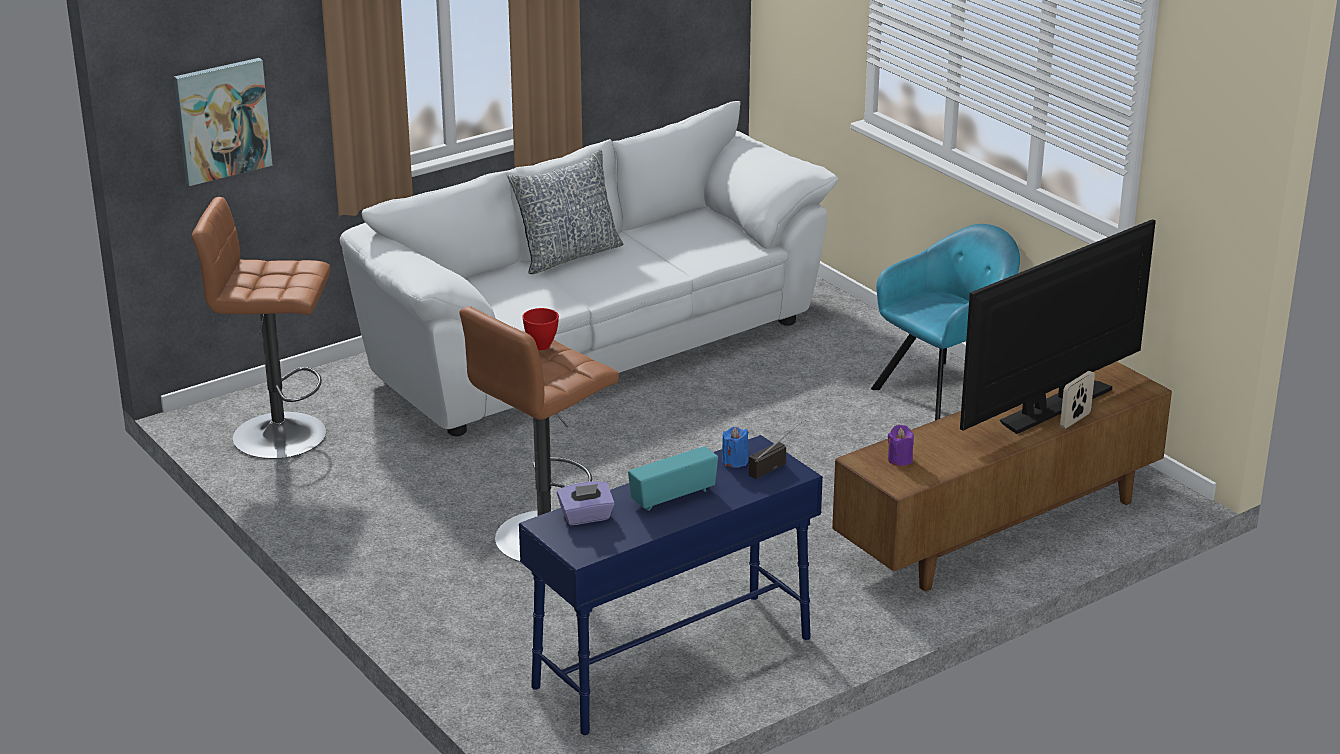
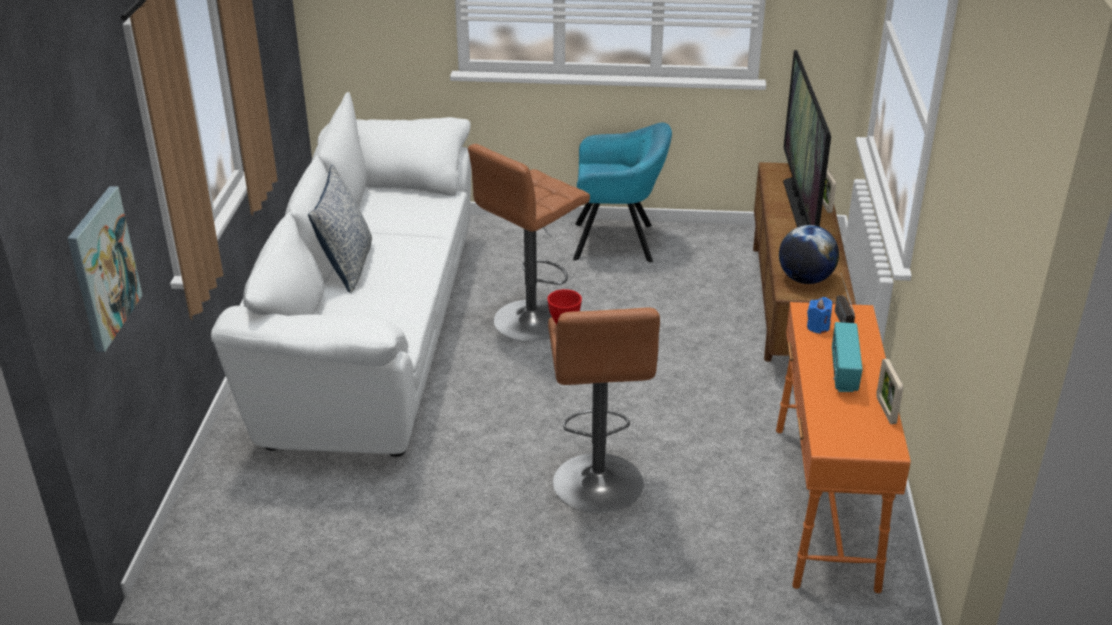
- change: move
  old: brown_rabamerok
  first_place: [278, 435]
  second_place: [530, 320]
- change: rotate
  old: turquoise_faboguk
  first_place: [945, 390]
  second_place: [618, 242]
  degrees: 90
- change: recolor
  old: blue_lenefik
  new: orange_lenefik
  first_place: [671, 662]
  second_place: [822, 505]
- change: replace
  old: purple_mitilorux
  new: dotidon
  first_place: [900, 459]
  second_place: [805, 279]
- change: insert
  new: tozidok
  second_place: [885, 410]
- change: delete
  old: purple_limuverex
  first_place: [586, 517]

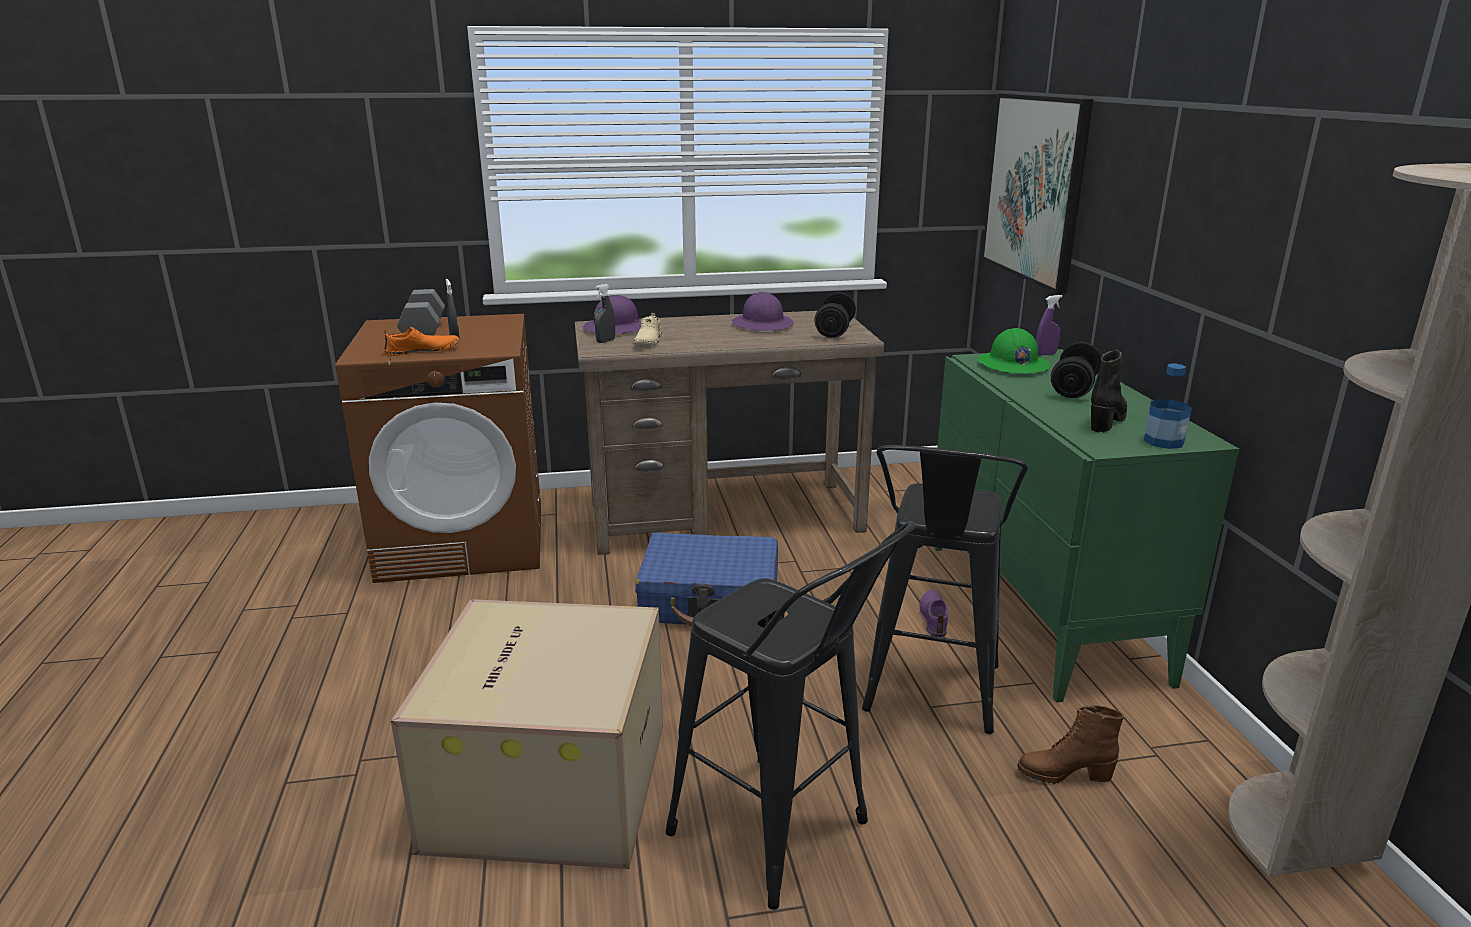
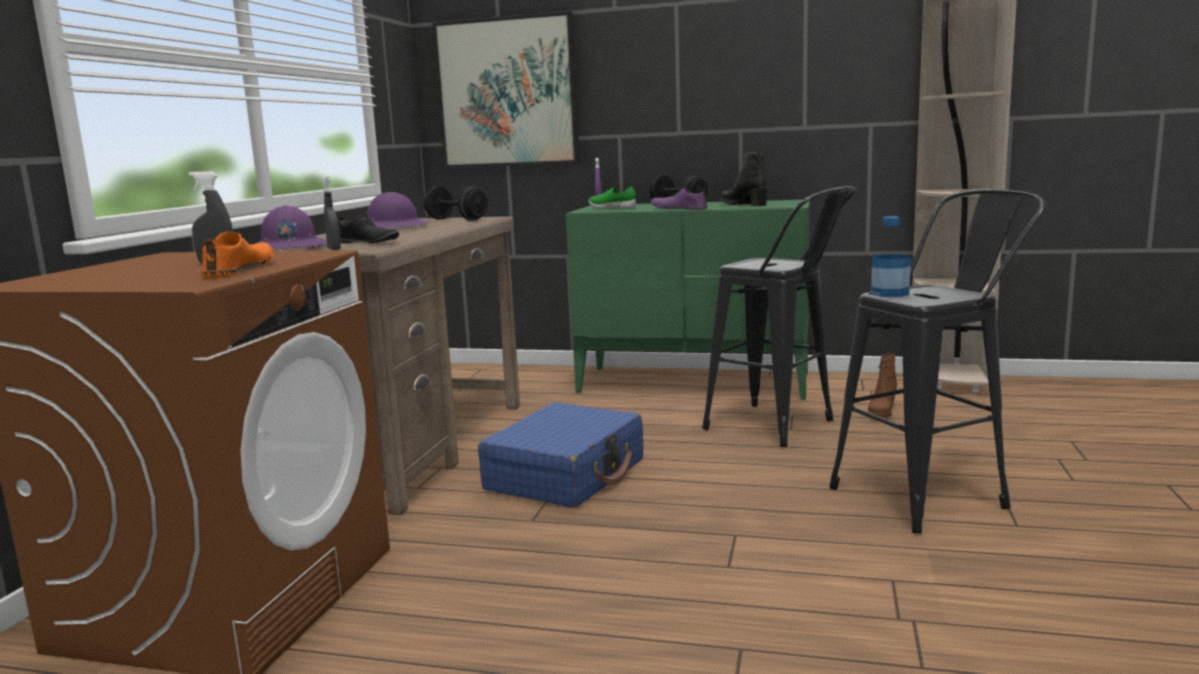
- change: recolor
  old: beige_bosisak
  new: black_bosisak
  first_place: [647, 341]
  second_place: [369, 243]
- change: replace
  old: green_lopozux
  new: green_bosisak
  first_place: [1012, 365]
  second_place: [612, 208]
- change: move
  old: purple_bosisak
  first_place: [934, 617]
  second_place: [678, 209]
- change: move
  old: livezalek
  first_place: [1163, 441]
  second_place: [889, 293]
- change: delete
  old: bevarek
  first_place: [547, 782]
- change: delete
  old: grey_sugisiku
  first_place: [423, 332]

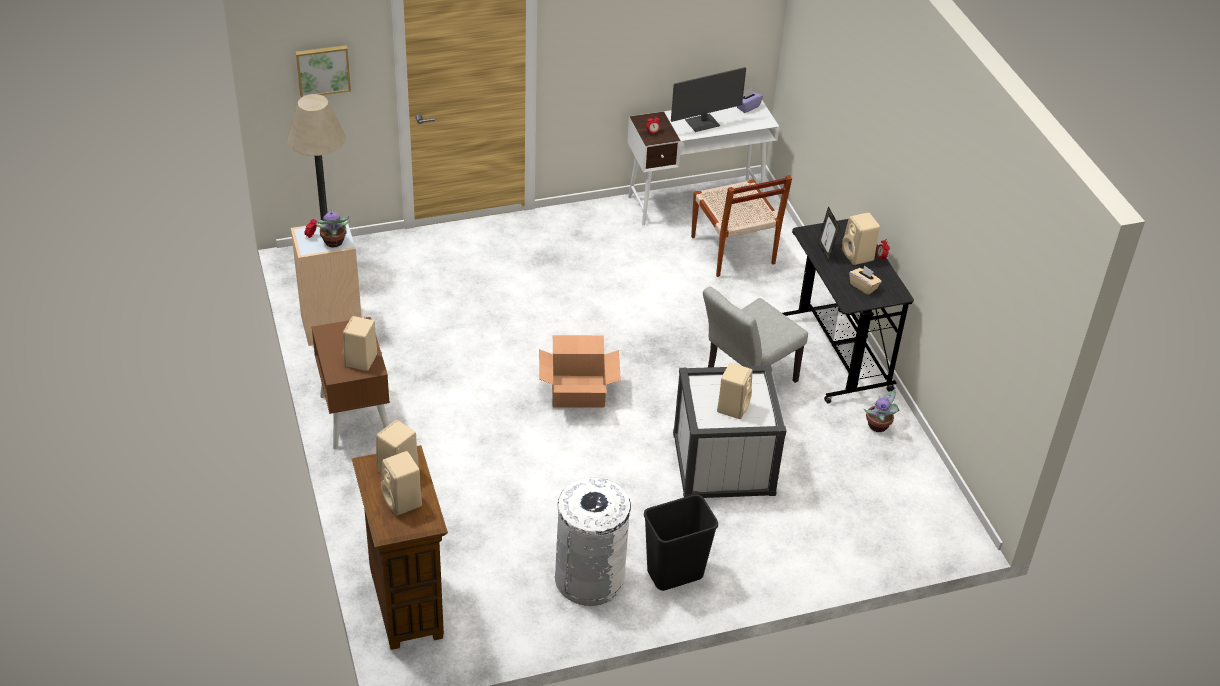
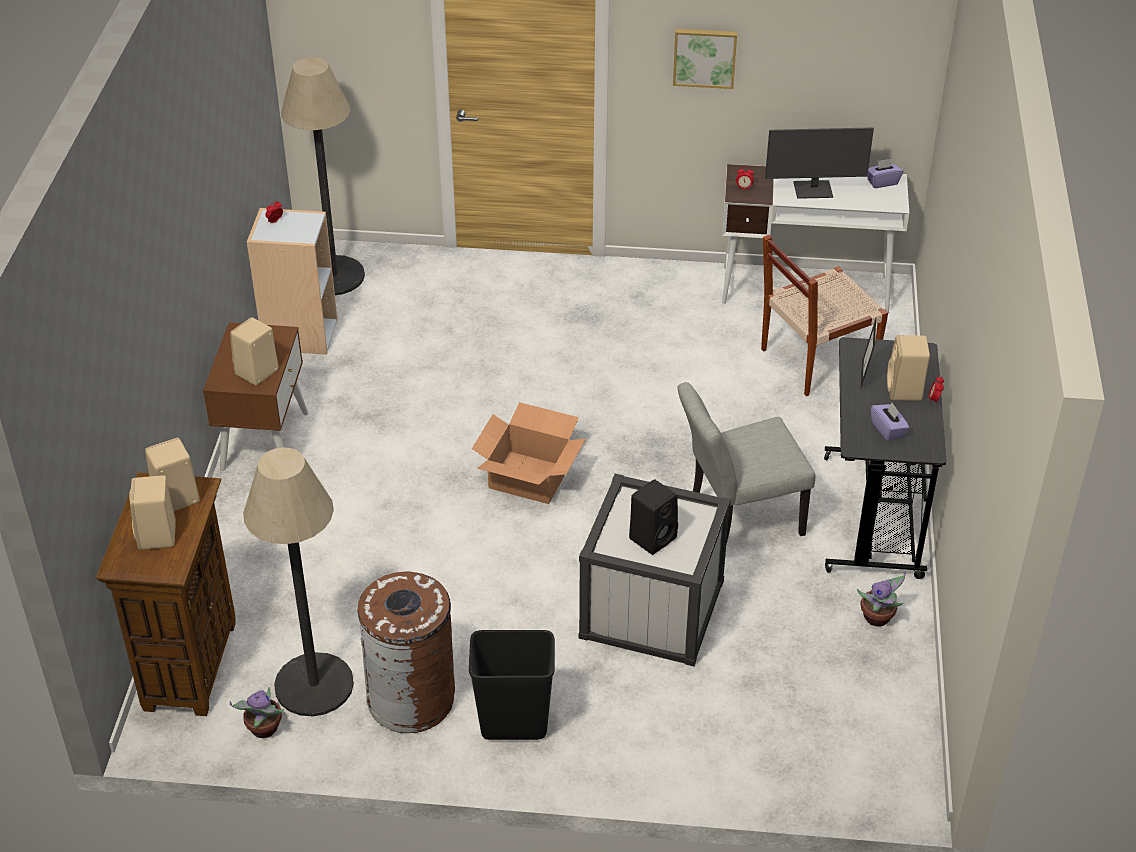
- change: move
  old: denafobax
  first_place: [334, 242]
  second_place: [263, 729]
- change: insert
  new: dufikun
  second_place: [314, 685]
- change: recolor
  old: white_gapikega
  new: brown_gapikega
  first_place: [590, 578]
  second_place: [411, 699]
- change: recolor
  old: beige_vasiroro
  new: black_vasiroro
  first_place: [733, 406]
  second_place: [653, 537]
- change: move
  old: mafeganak
  first_place: [323, 70]
  second_place: [704, 57]
- change: rotate
  old: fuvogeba
  first_place: [733, 252]
  second_place: [815, 360]
  degrees: 60
- change: recolor
  old: beige_limuverex
  new: purple_limuverex
  first_place: [863, 286]
  second_place: [888, 430]

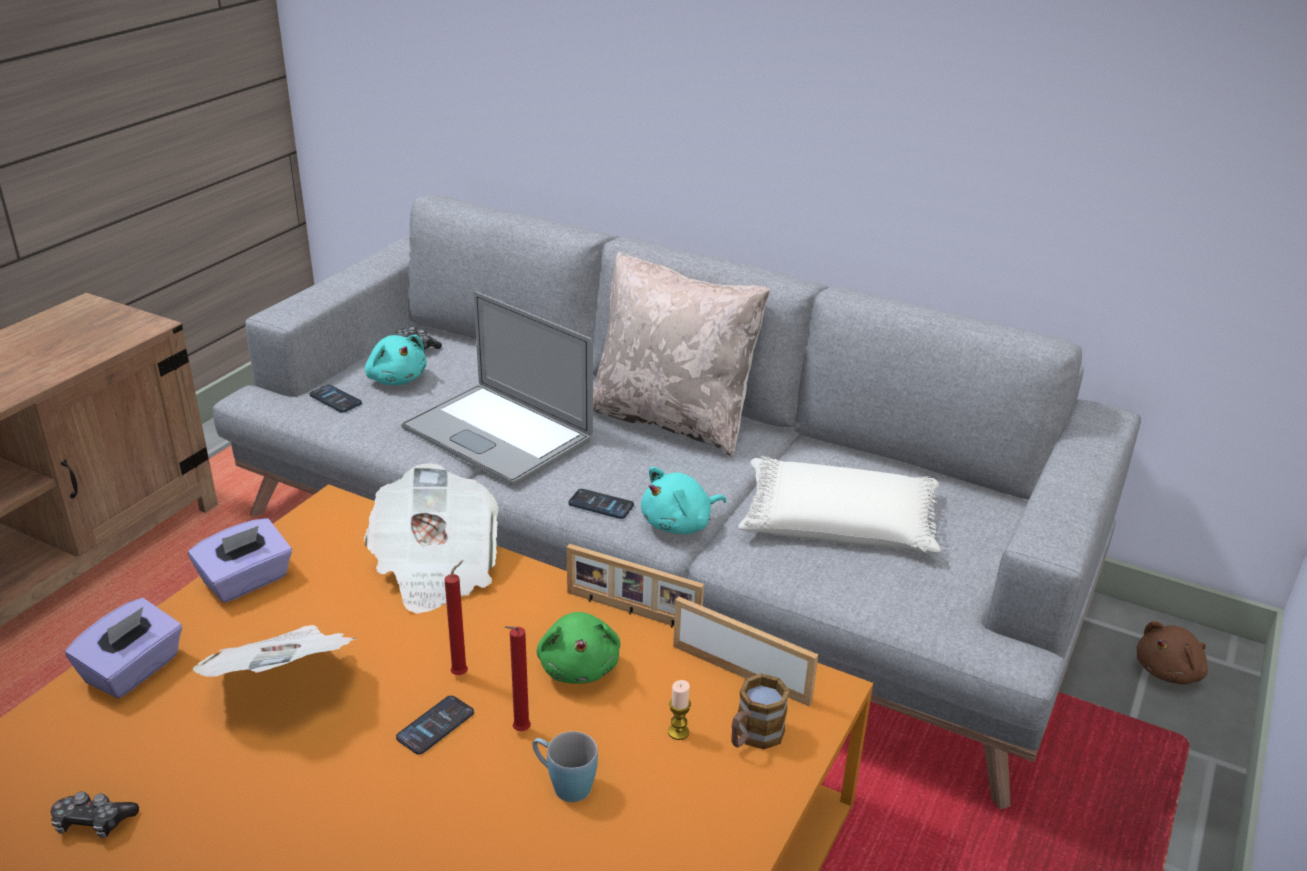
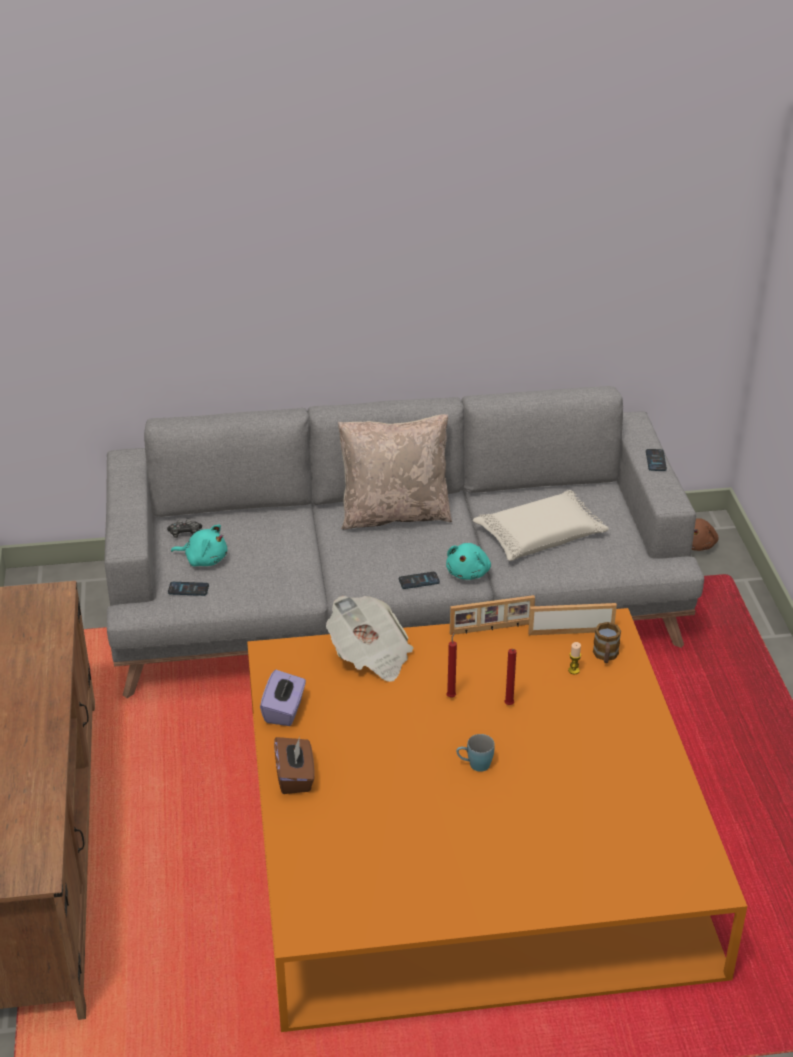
- change: recolor
  old: purple_limuverex
  new: brown_limuverex
  first_place: [134, 670]
  second_place: [295, 777]
- change: move
  old: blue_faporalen
  first_place: [564, 784]
  second_place: [474, 765]
- change: move
  old: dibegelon
  first_place: [435, 726]
  second_place: [656, 460]
- change: delete
  old: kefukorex
  first_place: [93, 822]
- change: delete
  old: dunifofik
  first_place: [283, 680]
- change: delete
  old: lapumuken
  first_place: [497, 434]
- change: delete
  old: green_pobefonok
  first_place: [579, 666]

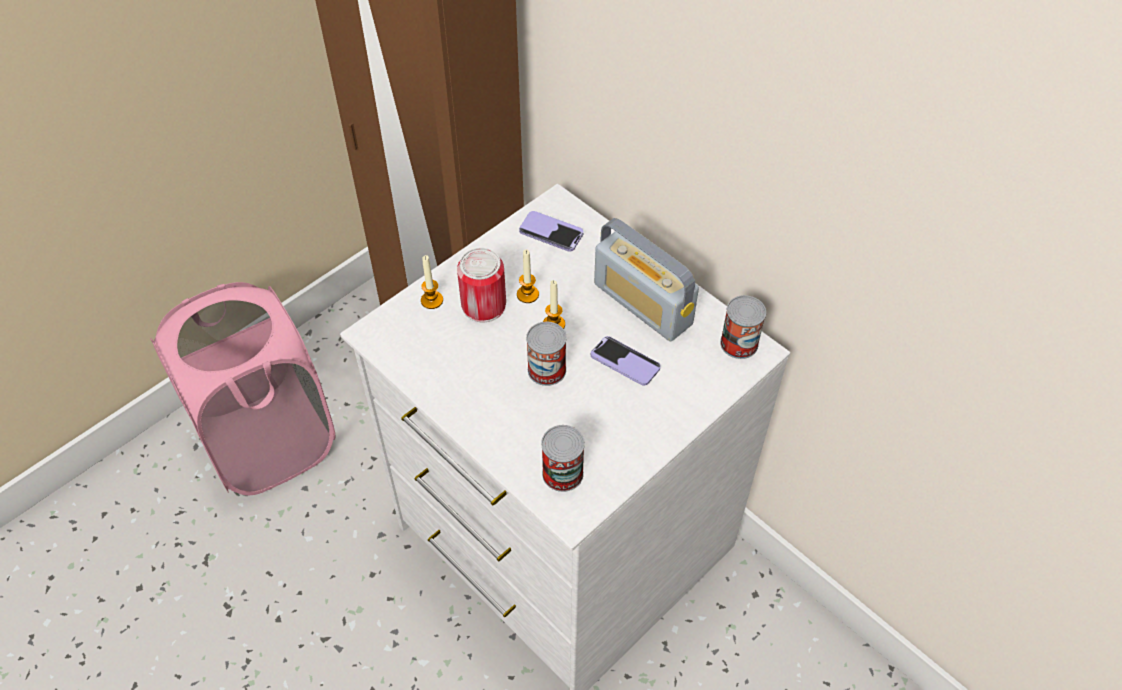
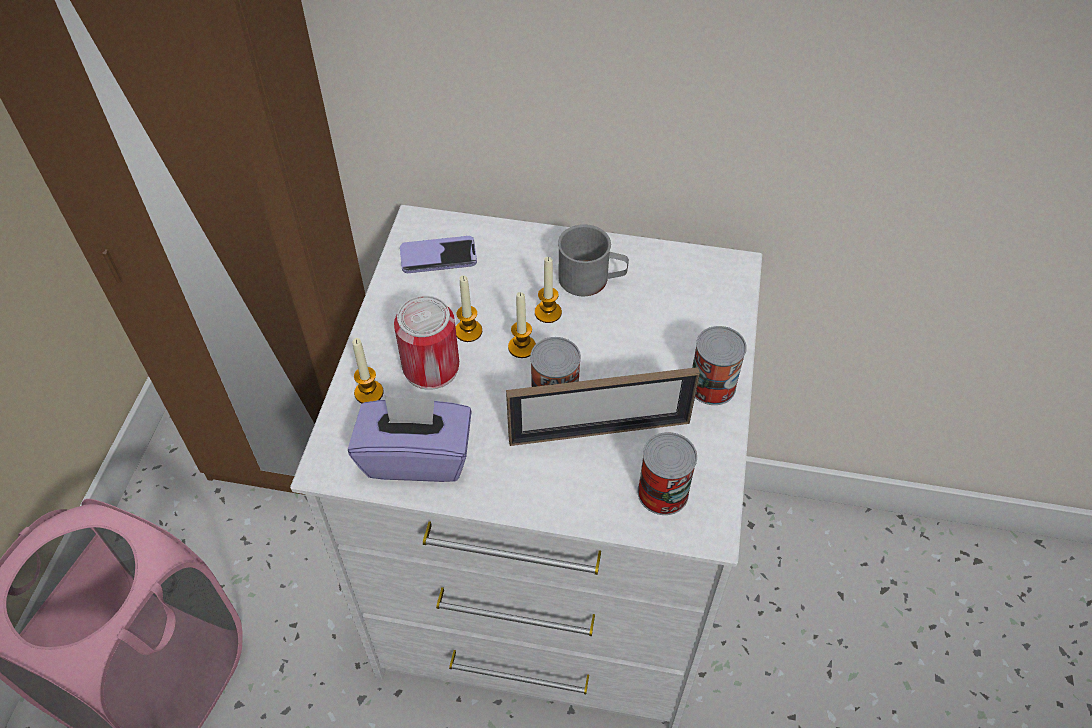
- change: insert
  new: purple_limuverex
  second_place: [416, 456]
- change: insert
  new: tozidok
  second_place: [599, 431]
- change: insert
  new: mitilorux
  second_place: [548, 312]
- change: replace
  old: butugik
  new: grey_faporalen
  first_place: [643, 304]
  second_place: [591, 279]
- change: move
  old: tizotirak
  first_place: [739, 343]
  second_place: [712, 386]
- change: delete
  old: dibegelon
  first_place: [625, 362]

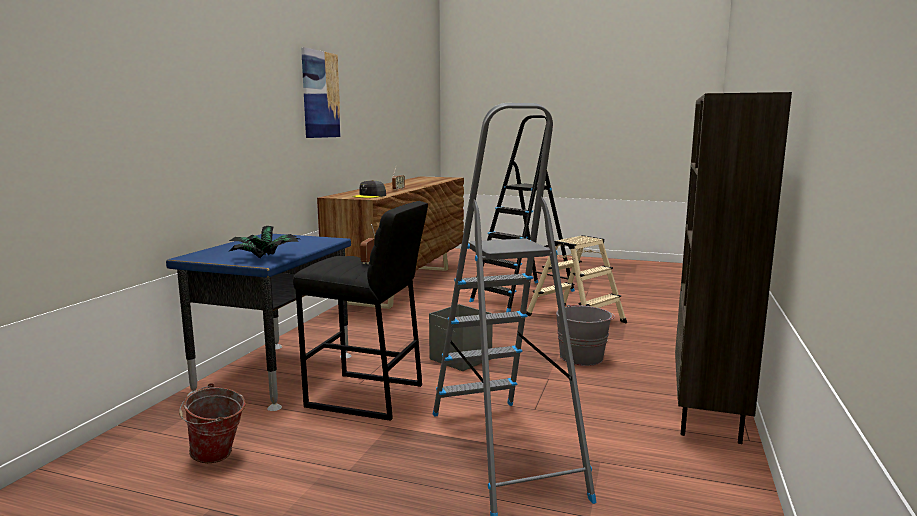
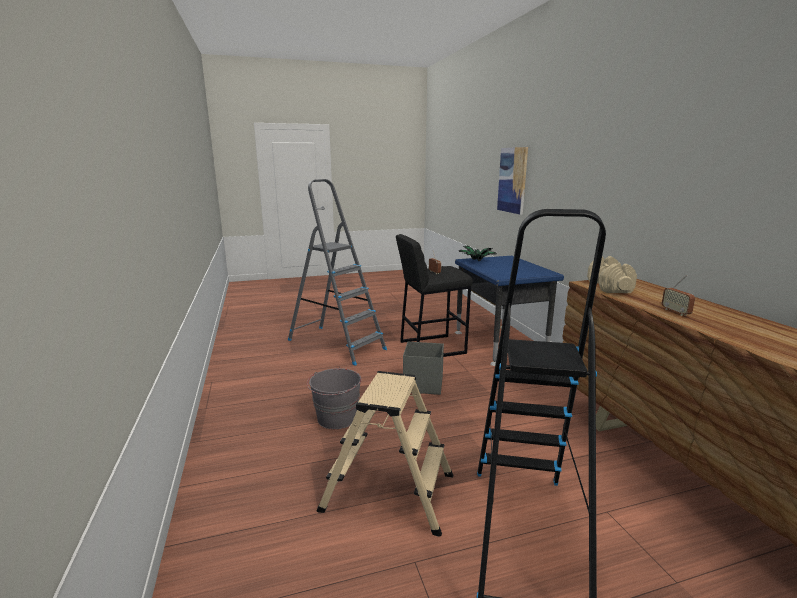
- change: move
  old: mafeganak
  first_place: [320, 94]
  second_place: [512, 180]
- change: replace
  old: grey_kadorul
  new: beige_sugisiku
  first_place: [370, 196]
  second_place: [608, 287]
- change: delete
  old: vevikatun
  first_place: [217, 458]
- change: delete
  old: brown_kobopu
  first_place: [709, 414]

